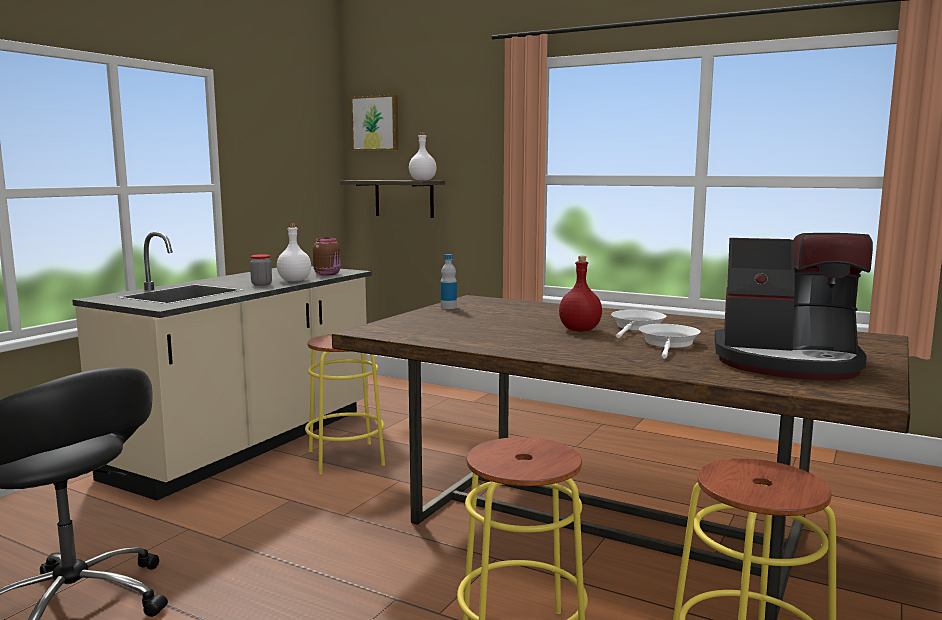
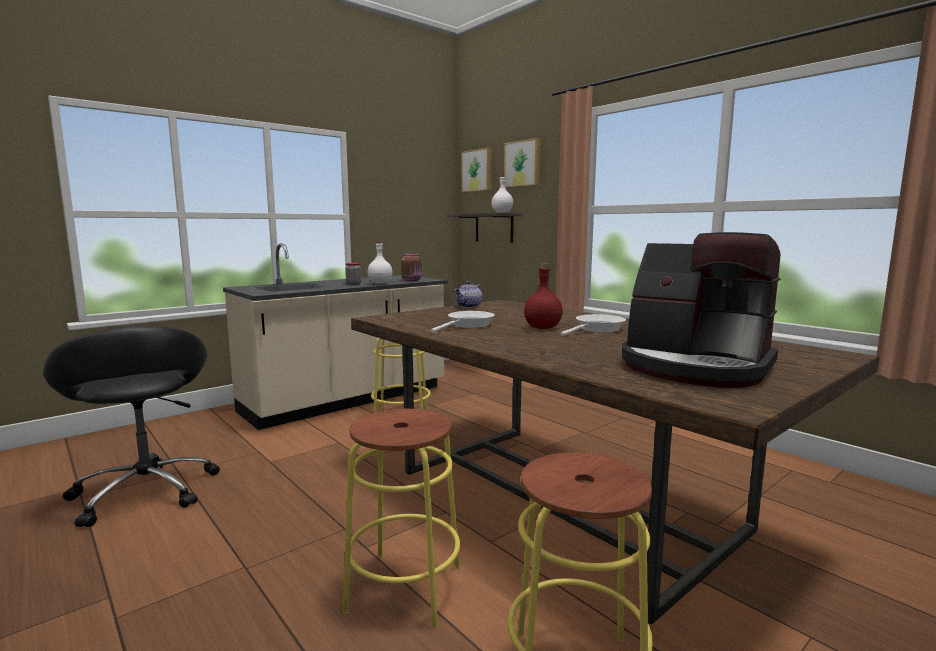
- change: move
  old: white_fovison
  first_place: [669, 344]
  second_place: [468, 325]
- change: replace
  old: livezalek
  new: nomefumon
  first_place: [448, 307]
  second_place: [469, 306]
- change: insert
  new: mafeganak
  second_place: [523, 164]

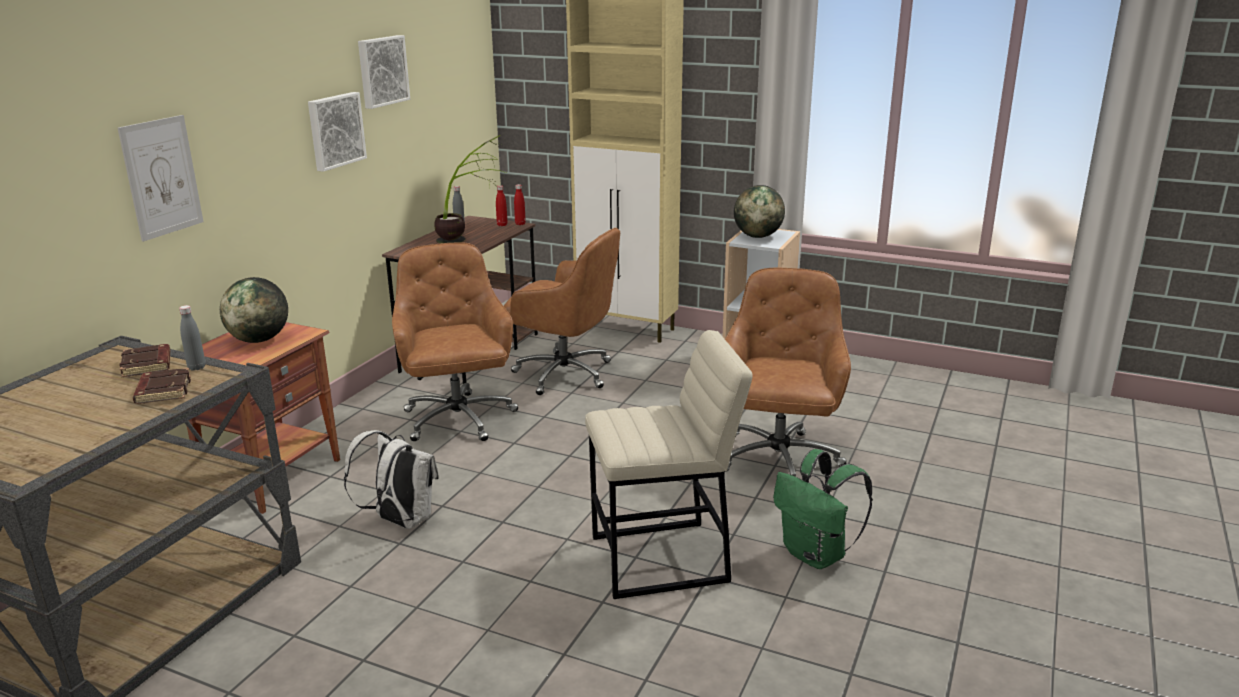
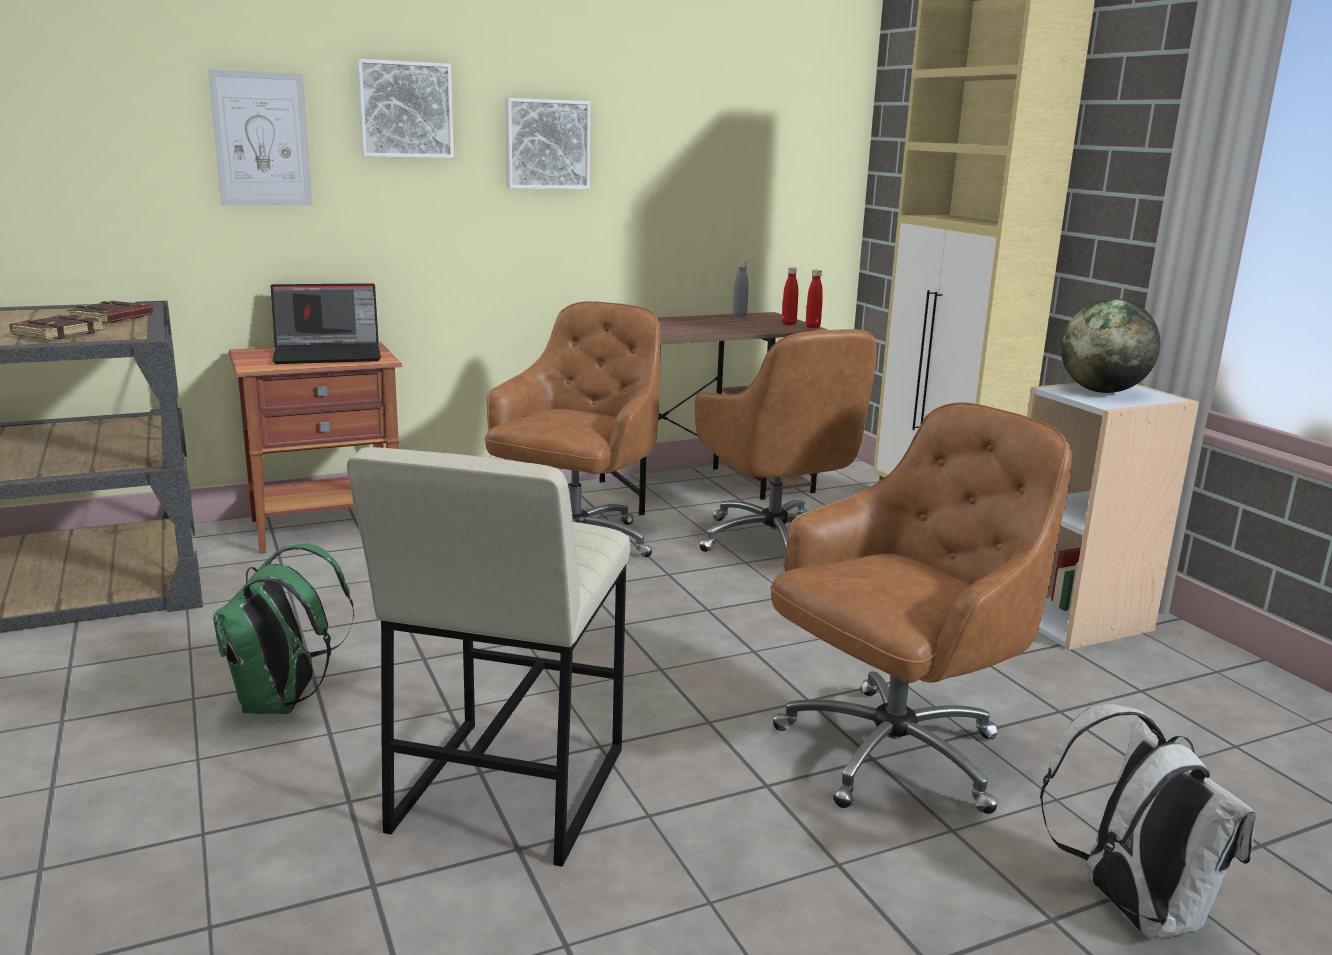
- change: move
  old: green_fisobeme
  first_place: [816, 555]
  second_place: [283, 703]
- change: replace
  old: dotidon
  new: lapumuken
  first_place: [259, 340]
  second_place: [329, 355]
- change: rotate
  old: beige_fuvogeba
  first_place: [663, 558]
  second_place: [507, 792]
  degrees: 75
- change: move
  old: mafeganak
  first_place: [382, 71]
  second_place: [405, 109]
- change: move
  old: white_fisobeme
  first_place: [400, 521]
  second_place: [1130, 907]
- change: delete
  old: grey_livezalek
  first_place: [196, 367]
- change: delete
  old: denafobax
  first_place: [468, 238]

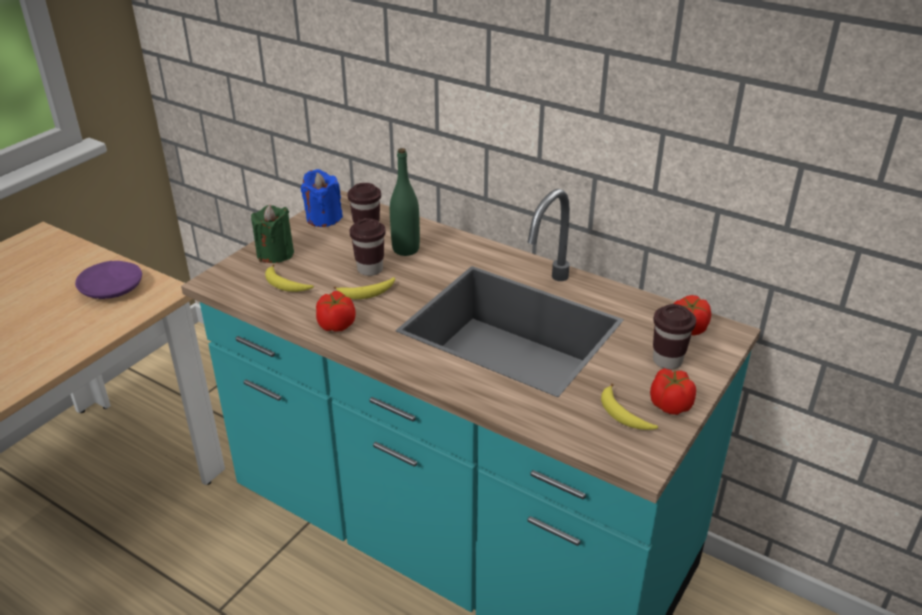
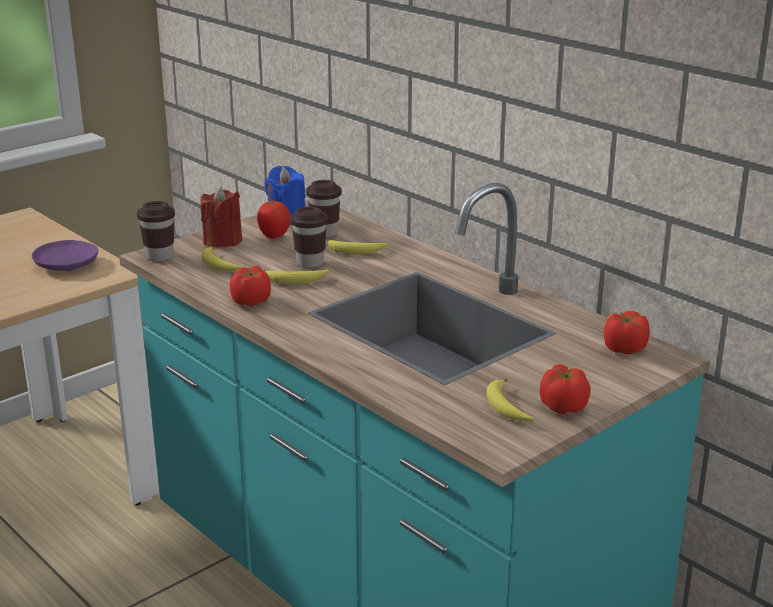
- change: move
  old: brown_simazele
  first_place: [667, 361]
  second_place: [159, 257]
- change: recolor
  old: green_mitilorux
  new: red_mitilorux
  first_place: [275, 254]
  second_place: [223, 241]
- change: insert
  new: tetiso
  second_place: [274, 237]
- change: replace
  old: green_livezalek
  new: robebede
  first_place: [406, 249]
  second_place: [356, 251]

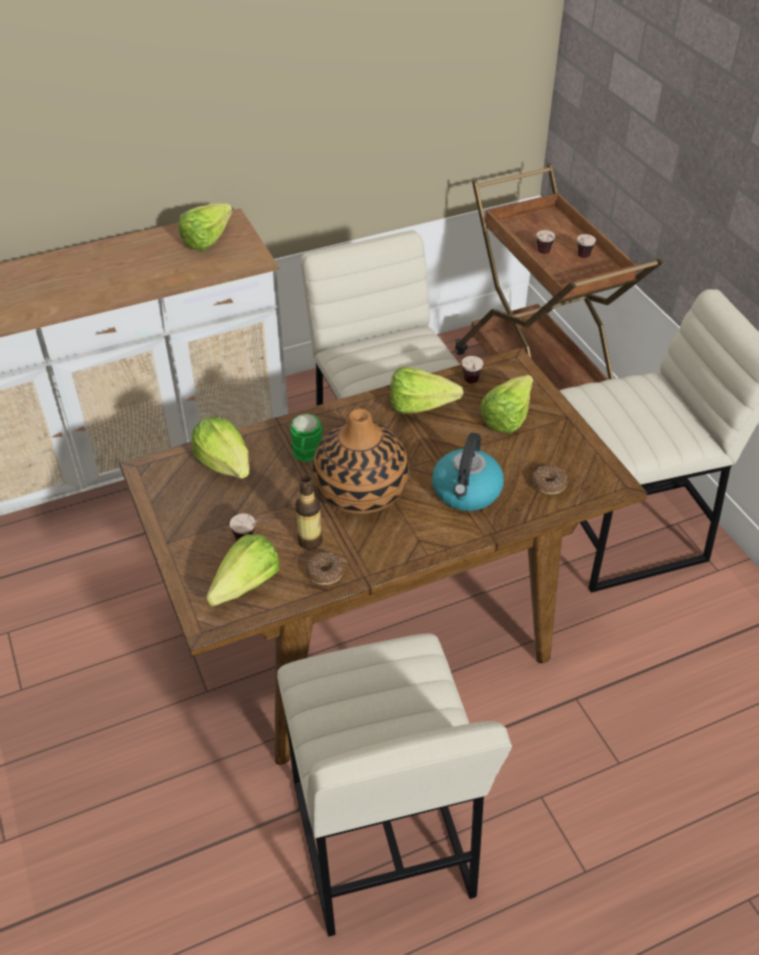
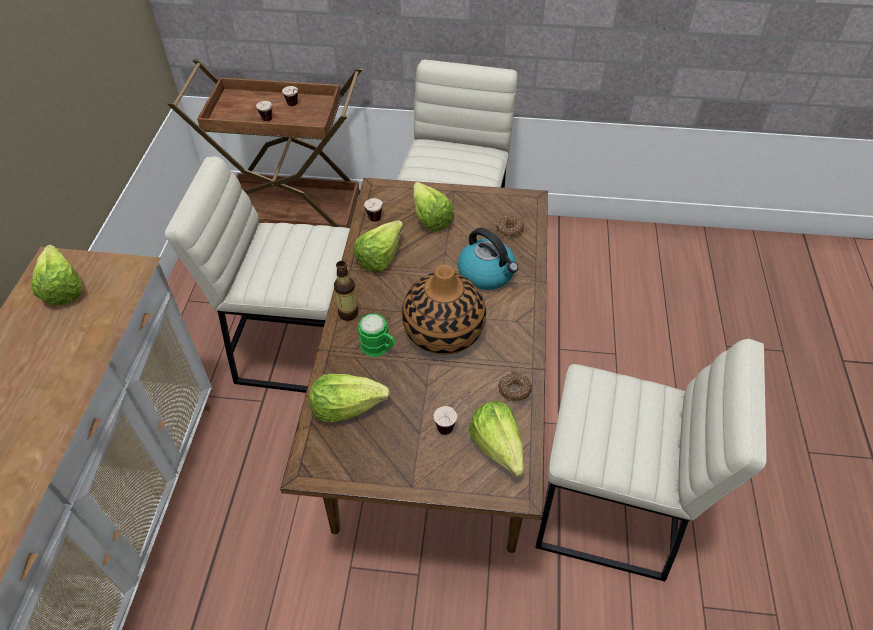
- change: move
  old: livezalek
  first_place: [310, 541]
  second_place: [348, 313]

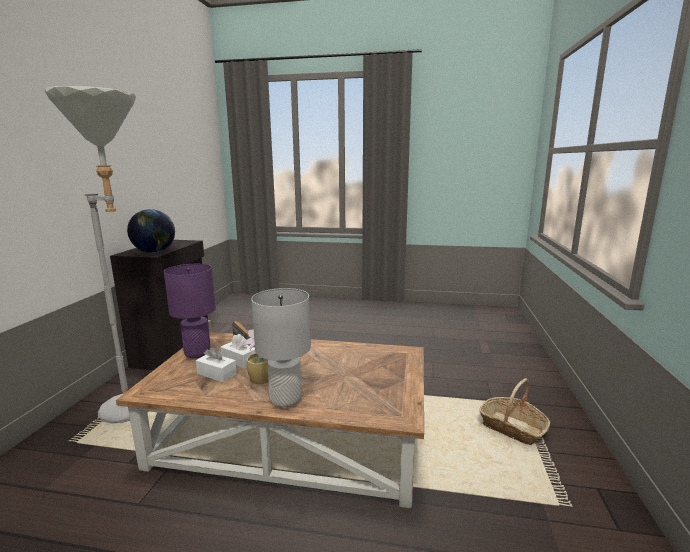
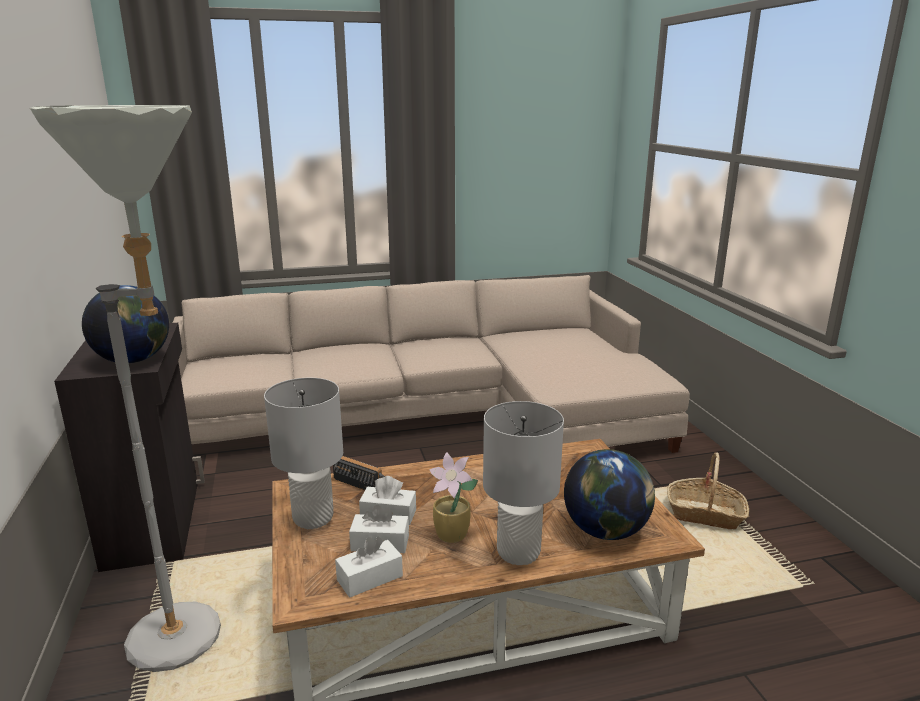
- change: insert
  new: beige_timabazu
  second_place: [438, 412]
- change: recolor
  old: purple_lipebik
  new: grey_lipebik
  first_place: [198, 354]
  second_place: [314, 521]
- change: insert
  new: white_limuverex
  second_place: [369, 578]
- change: insert
  new: dotidon
  second_place: [606, 531]

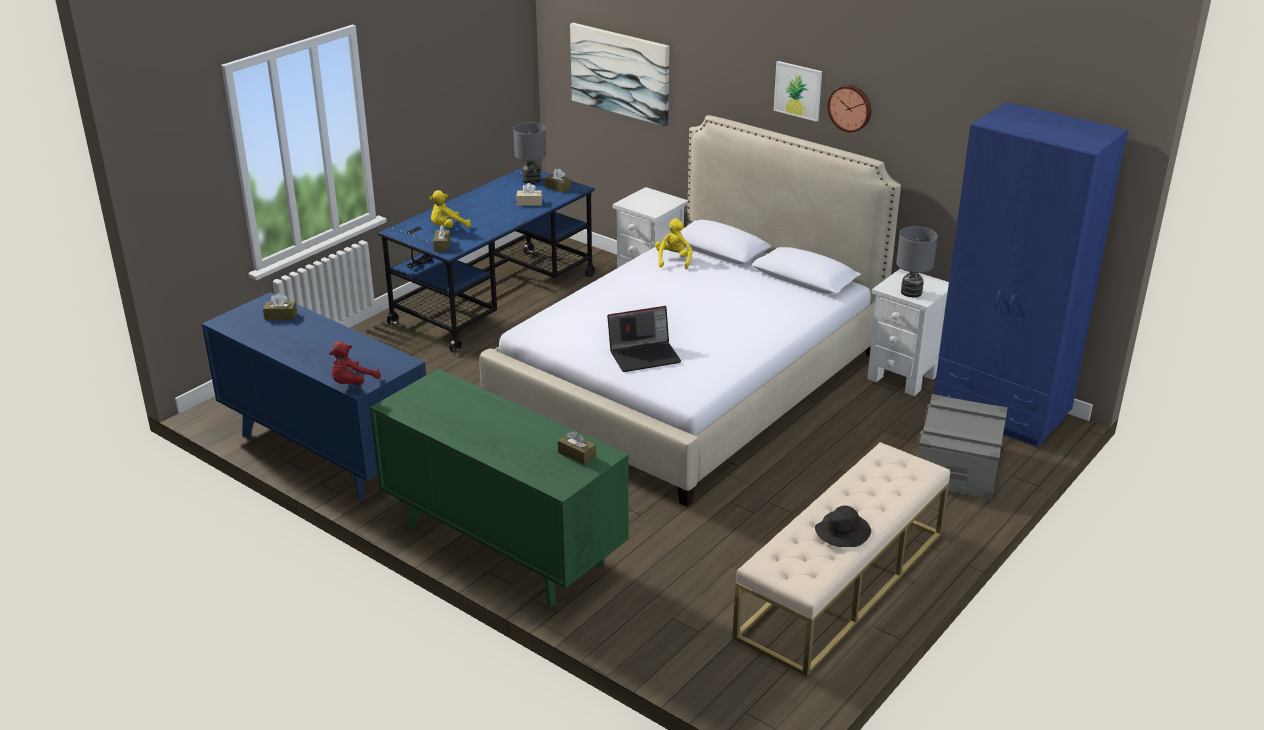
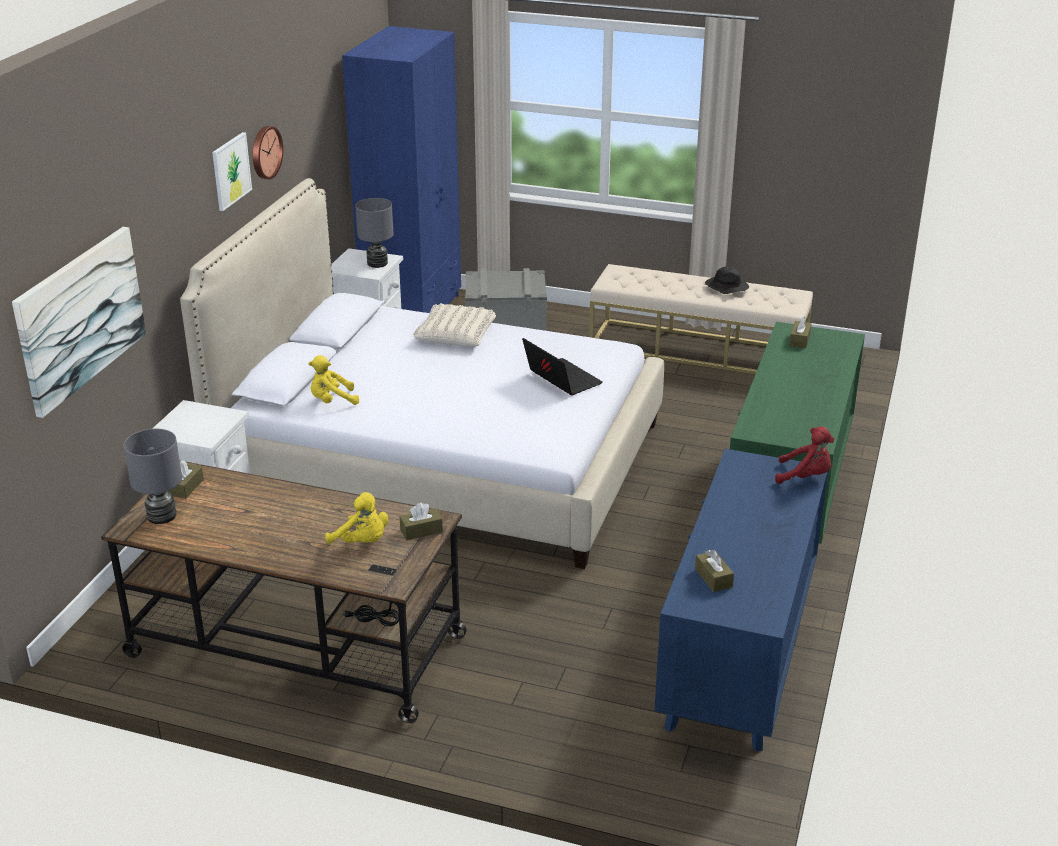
- change: recolor
  old: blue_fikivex
  new: brown_fikivex
  first_place: [494, 299]
  second_place: [297, 646]
- change: insert
  new: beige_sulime
  second_place: [455, 334]
- change: delete
  old: beige_limuverex
  first_place: [529, 203]

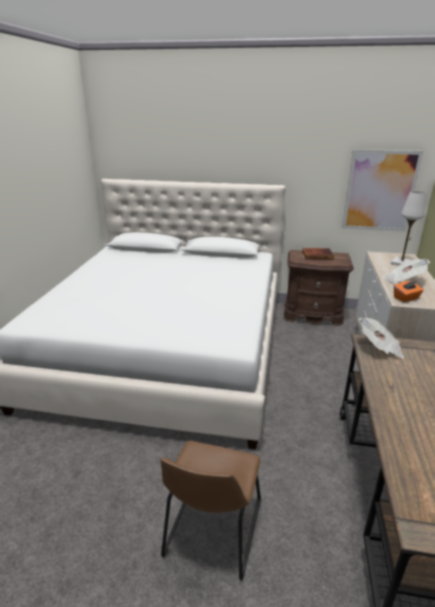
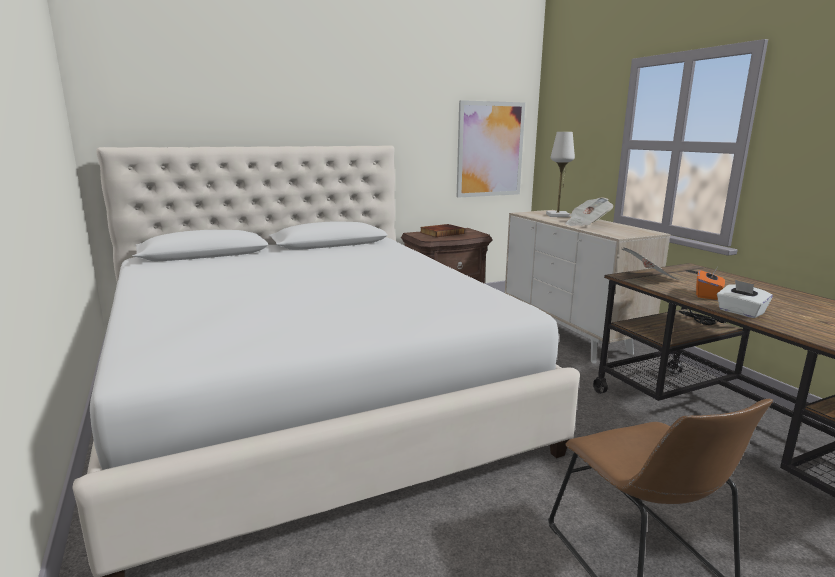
- change: move
  old: orange_limuverex
  first_place: [406, 298]
  second_place: [708, 295]
- change: insert
  new: white_limuverex
  second_place: [740, 312]

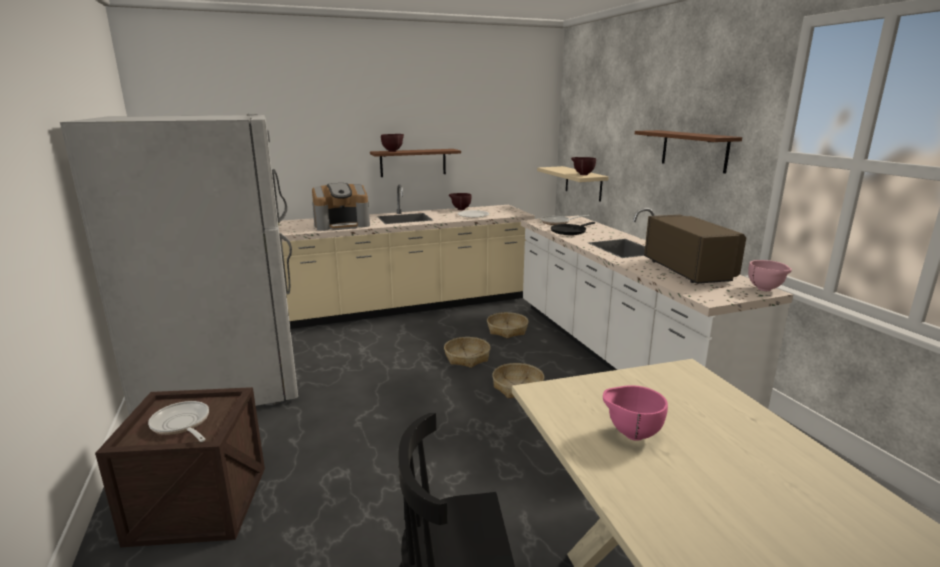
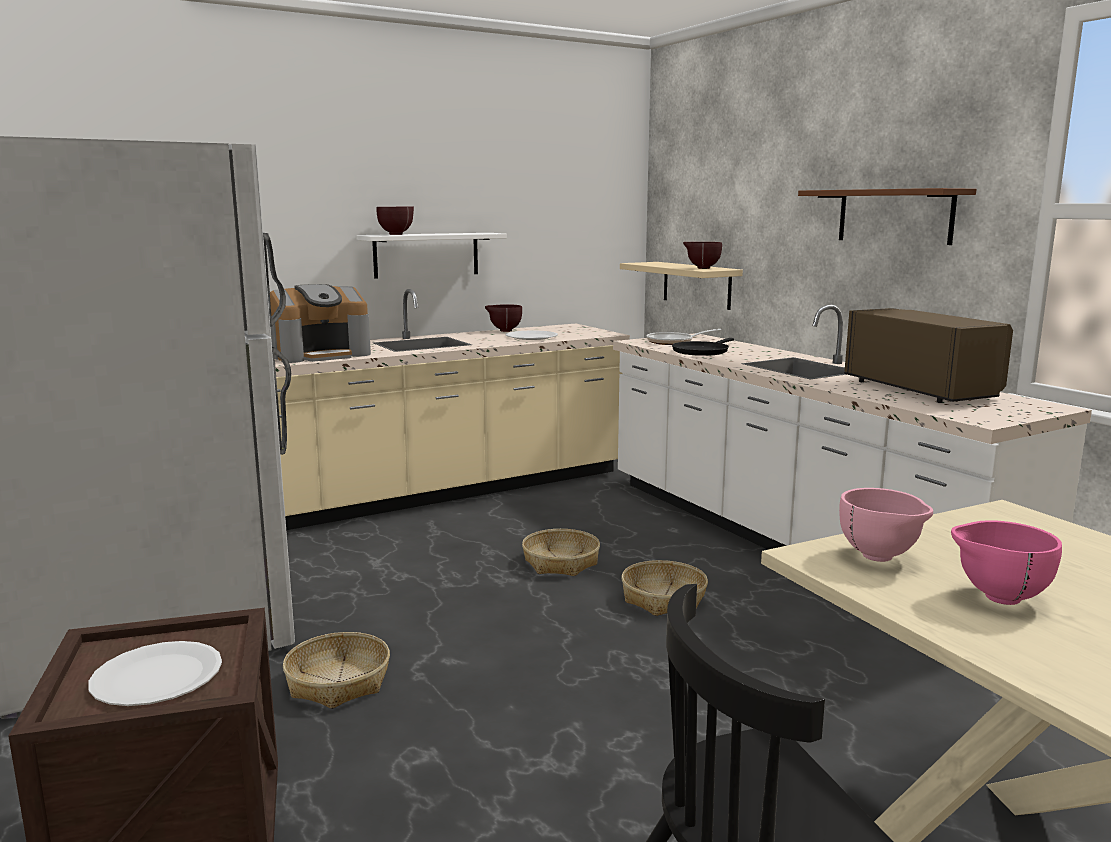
- change: replace
  old: fovison
  new: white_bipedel
  first_place: [182, 425]
  second_place: [157, 677]
- change: move
  old: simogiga
  first_place: [507, 330]
  second_place: [338, 682]
- change: recolor
  old: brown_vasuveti
  new: white_vasuveti
  first_place: [413, 162]
  second_place: [426, 255]
- change: move
  old: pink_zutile
  first_place: [766, 290]
  second_place: [881, 558]

